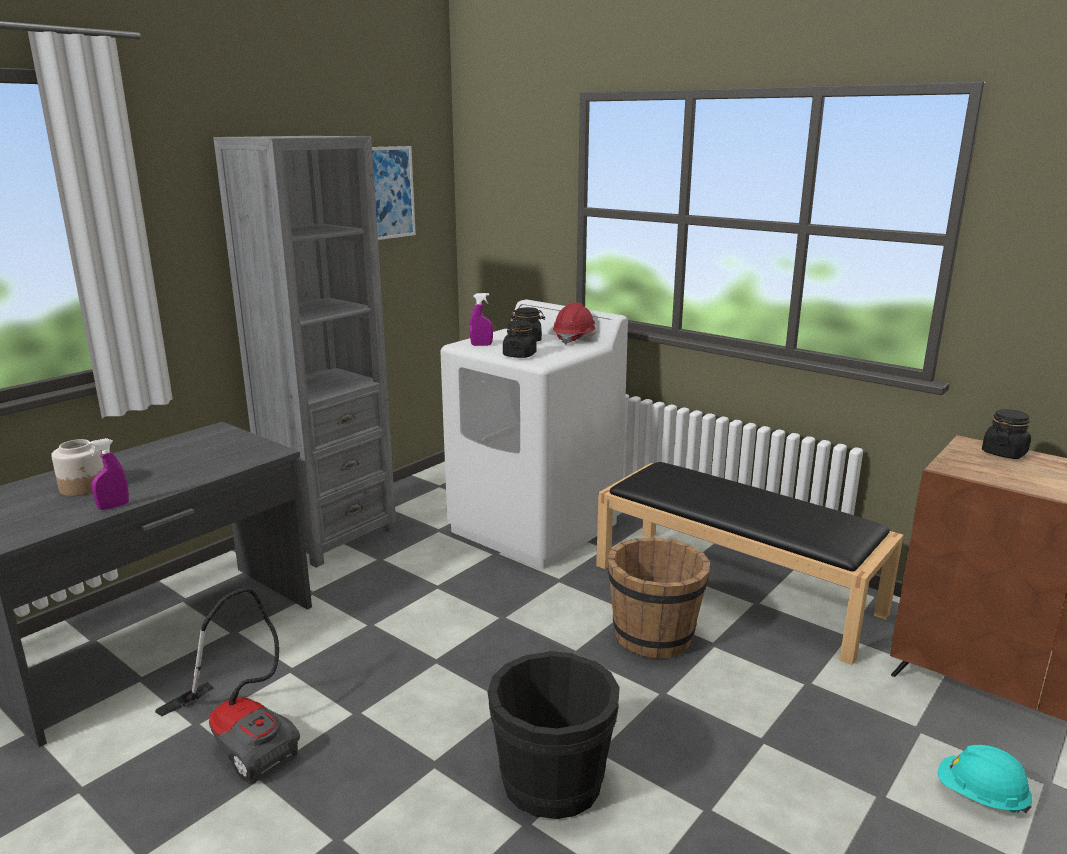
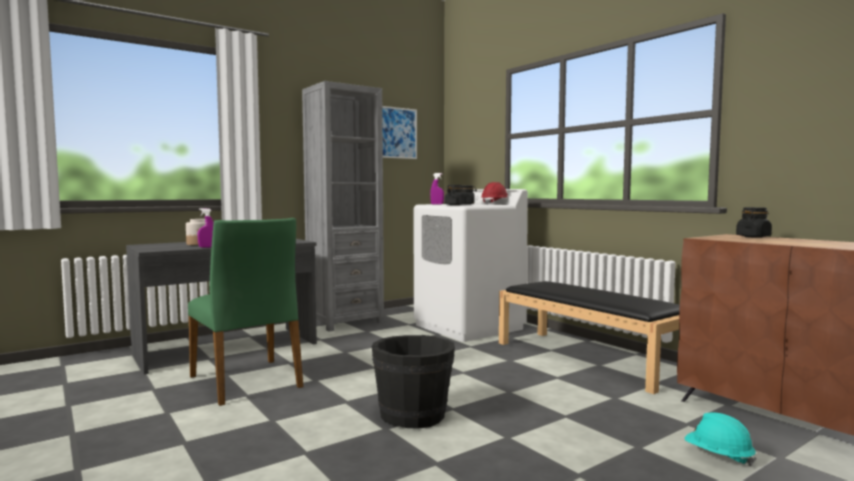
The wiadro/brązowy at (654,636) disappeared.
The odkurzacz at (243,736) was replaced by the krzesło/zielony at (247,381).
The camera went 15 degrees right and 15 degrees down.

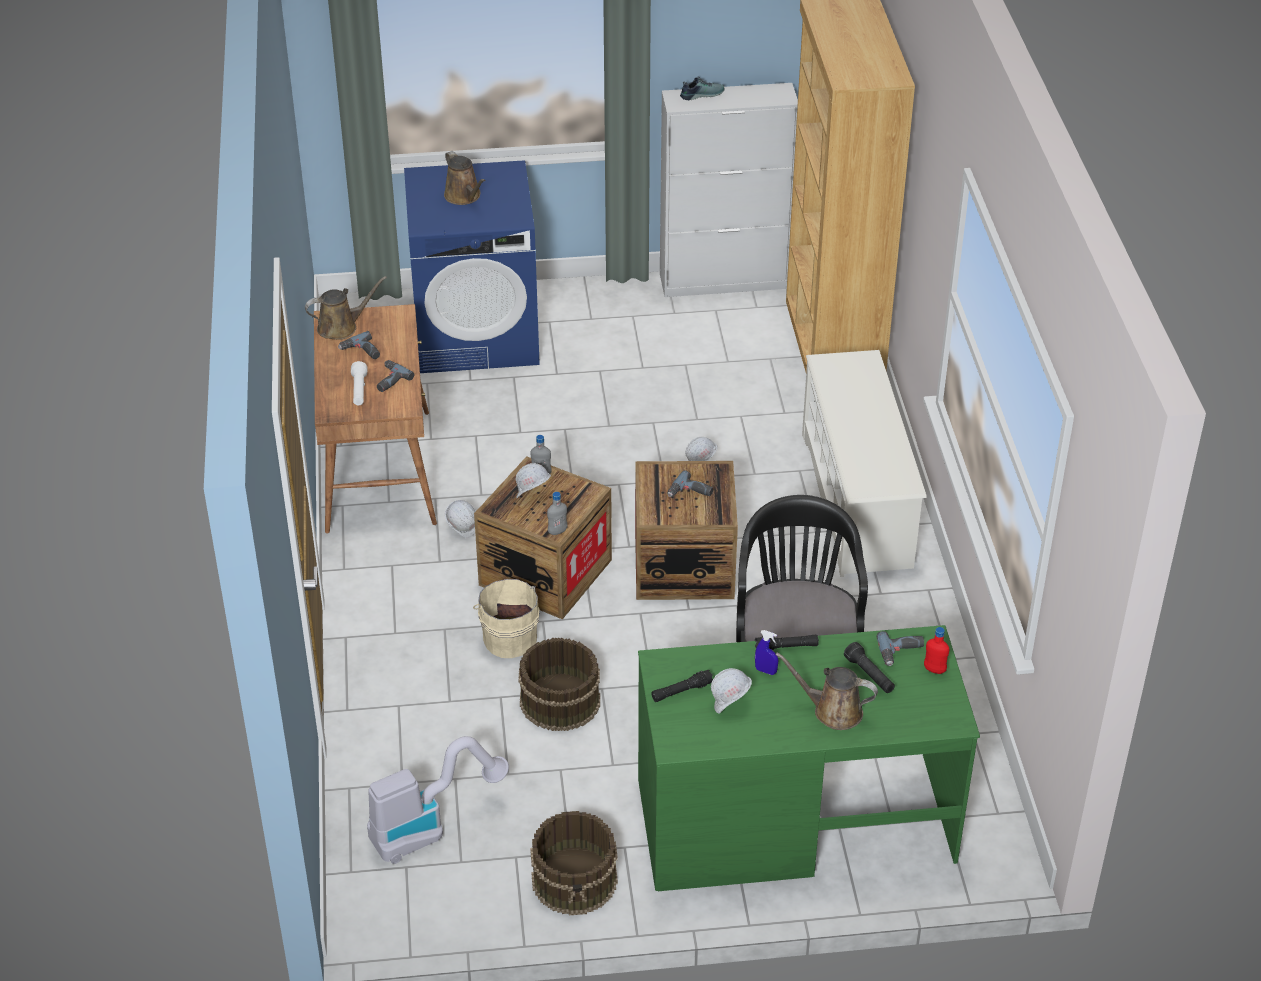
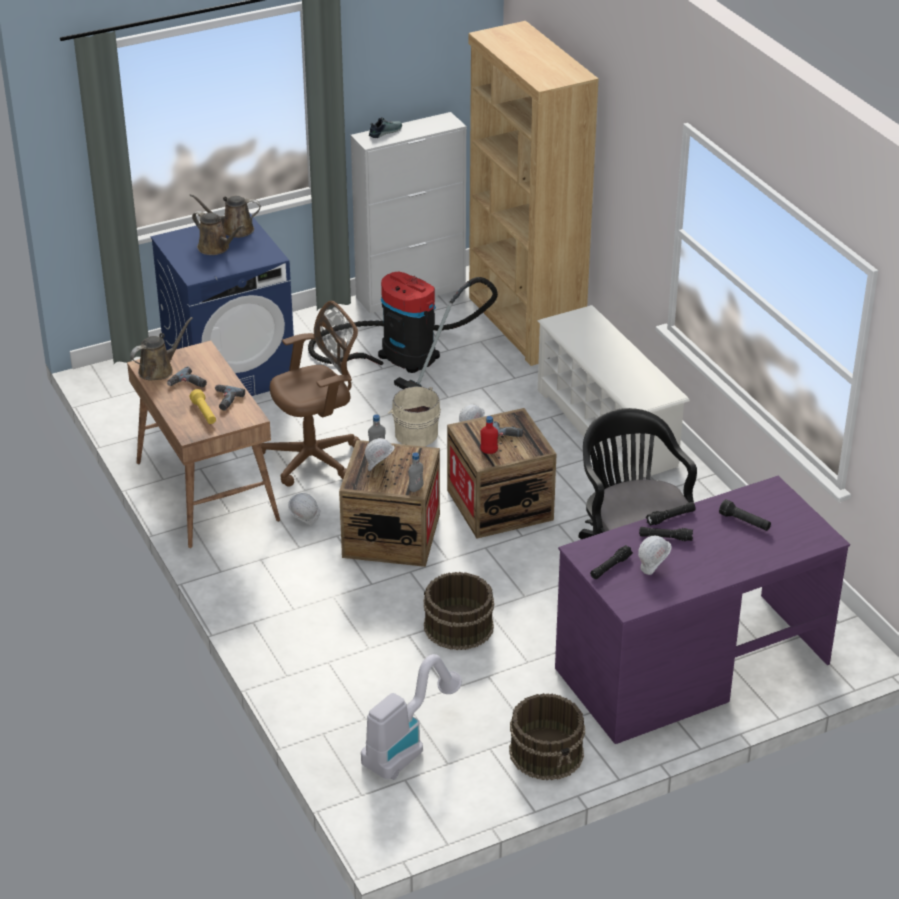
The wiertarka at (901,652) disappeared.
The krzesło biurowe/brązowy at (315,457) appeared.
The odkurzacz at (402,355) appeared.
The wiadro/beżowy moved from (509,637) to (415,434).
The konewka/brązowy moved from (833,711) to (234,230).
The butelka/czerwony moved from (934,670) to (489,452).
The spryskiwacz/niebieski at (765,671) was replaced by the latarka/czarny at (665,538).
The latarka/biały at (359,390) became the latarka/żółty at (204,413).
The biurko/zielony at (794,820) became the biurko/fioletowy at (691,665).
The camera went 20 degrees left and 5 degrees down.

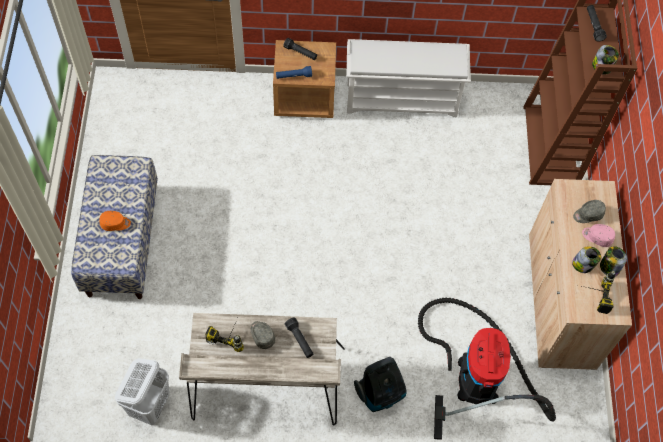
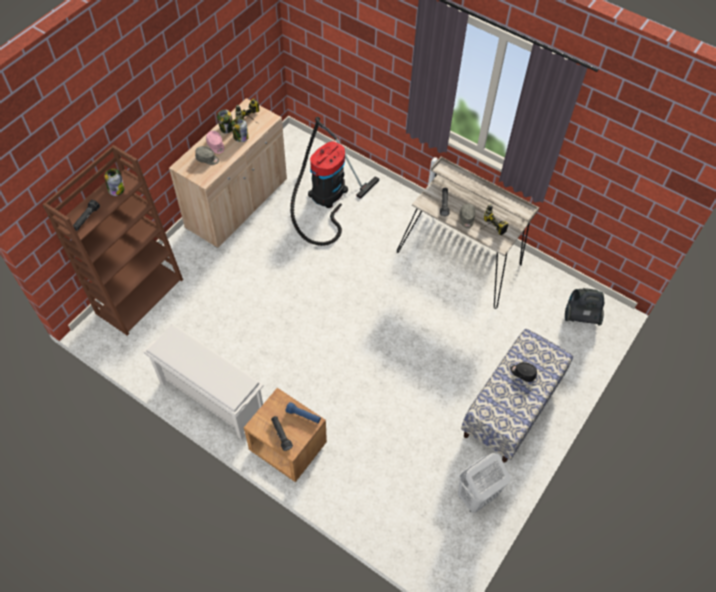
The kosz na pranie/biały moved from (150,405) to (476,496).
The odkurzacz moved from (381,394) to (580,316).
The czapka z daszkiem/pomarańczowy at (115,223) became the czapka z daszkiem/czarny at (522,373).
The camera went 145 degrees left and 5 degrees down.

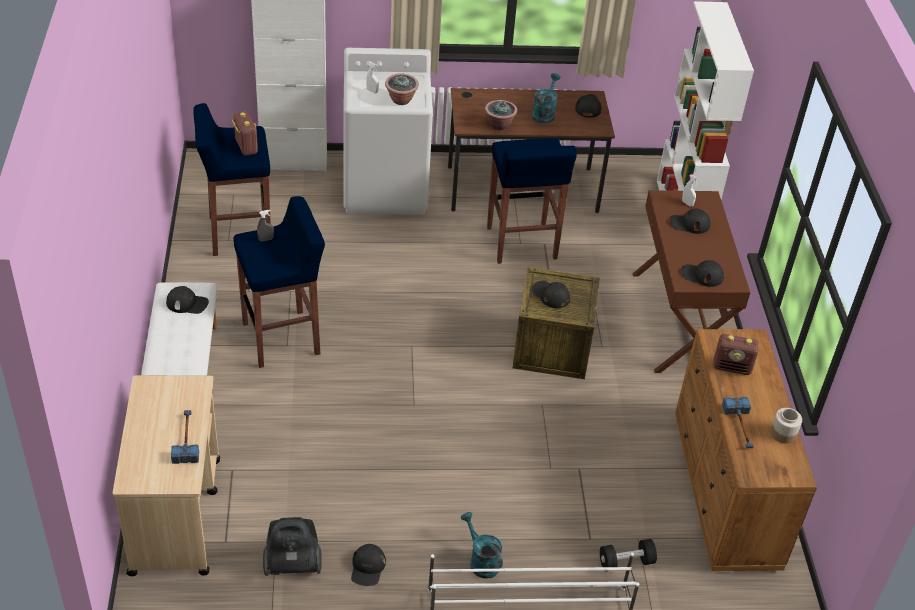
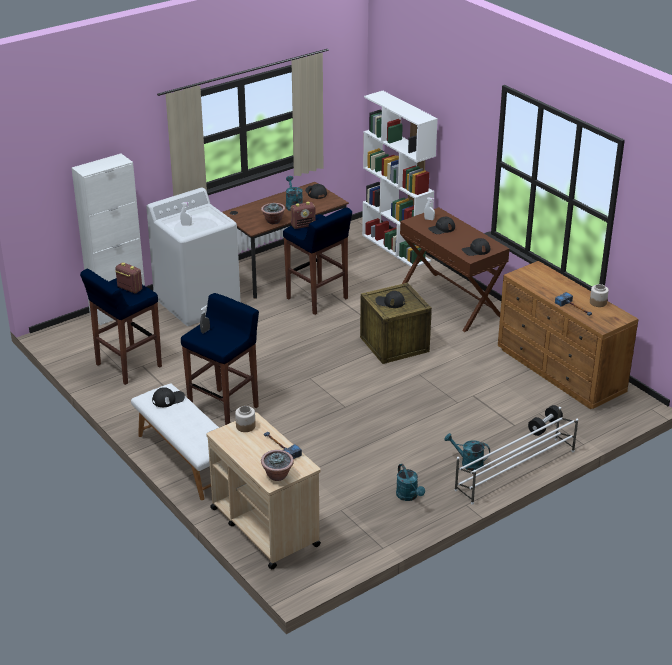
The odkurzacz at (292,564) disappeared.
The słoik at (245,426) appeared.
The roślina doniczkowa moved from (401,100) to (277,475).
The radio moved from (732,367) to (303,225).
The czapka z daszkiem/czarny at (367,567) was replaced by the konewka/turkusowy at (409,496).
The camera went 30 degrees left and 10 degrees down.

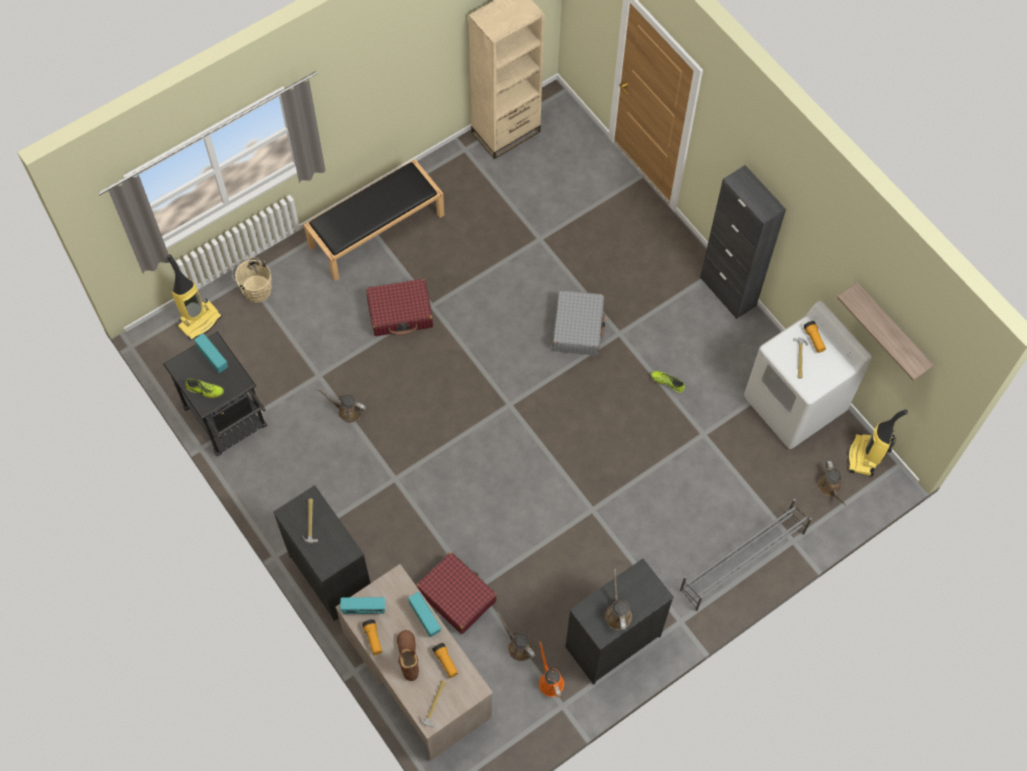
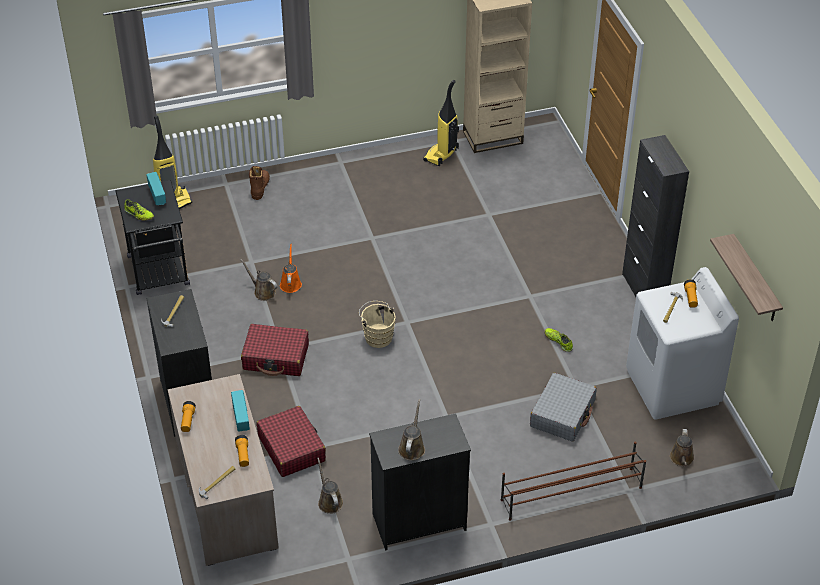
The ławka/czarny at (377,229) disappeared.
The radio at (364,609) disappeared.
The wiadro/beżowy moved from (255,289) to (377,336).
The walizka/czerwony moved from (400,313) to (276,357).
The but z cholewką/brązowy moved from (408,656) to (260,187).
The konewka/pomarańczowy moved from (550,681) to (290,283).
The walizka/szary moved from (578,327) to (562,414).
The odkurzacz moved from (864,456) to (441,155).
The regał na buty/szary at (741,561) became the regał na buty/brązowy at (570,493).
The camera went 20 degrees right and 20 degrees down.

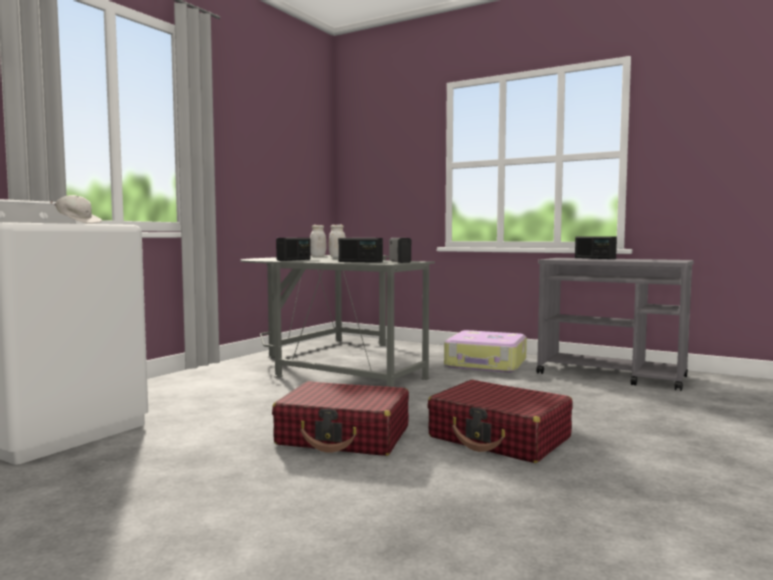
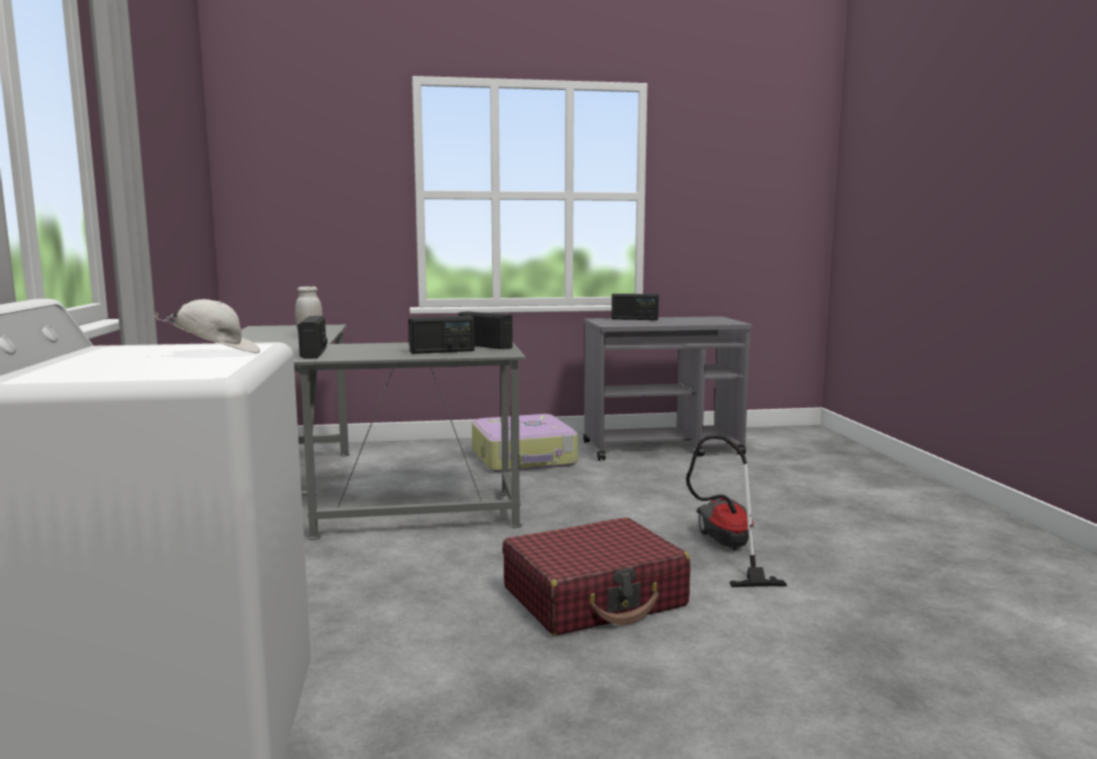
The słoik/biały at (318,256) disappeared.
The walizka/czerwony at (500,438) was replaced by the odkurzacz at (727,549).
The camera went 40 degrees left and 5 degrees up.

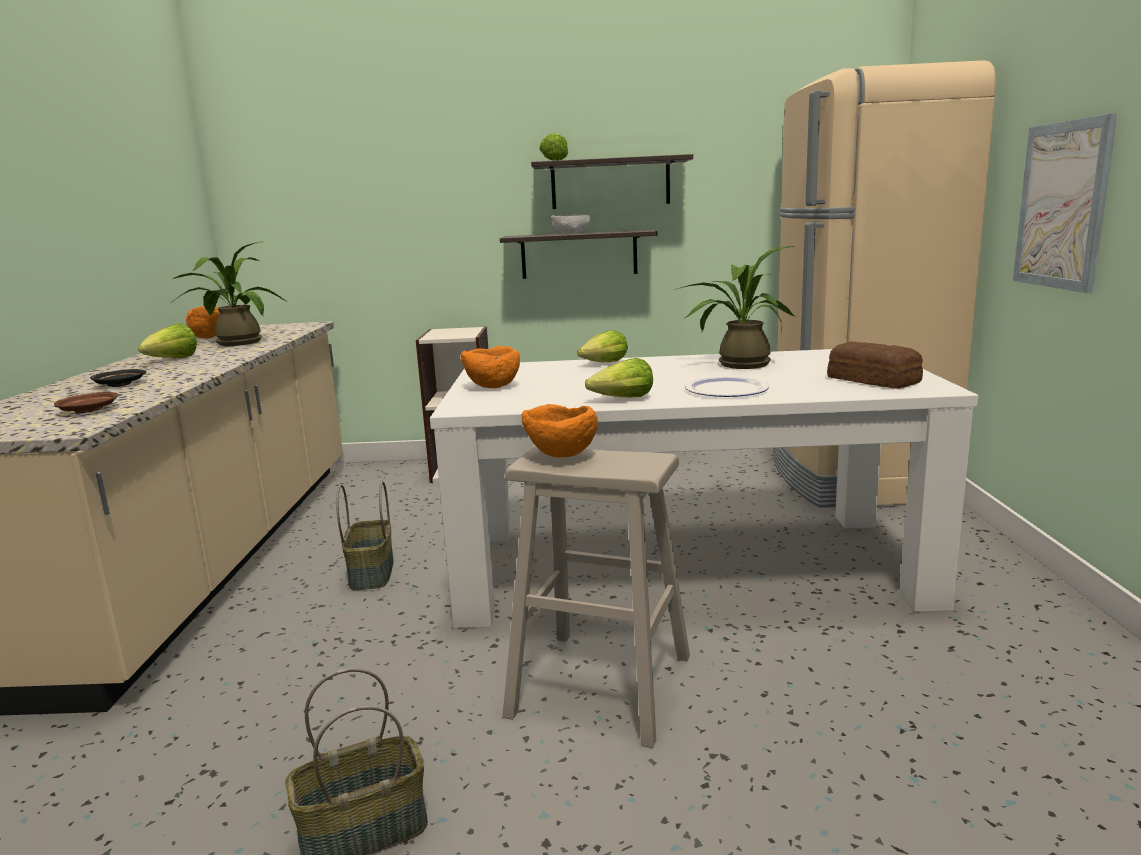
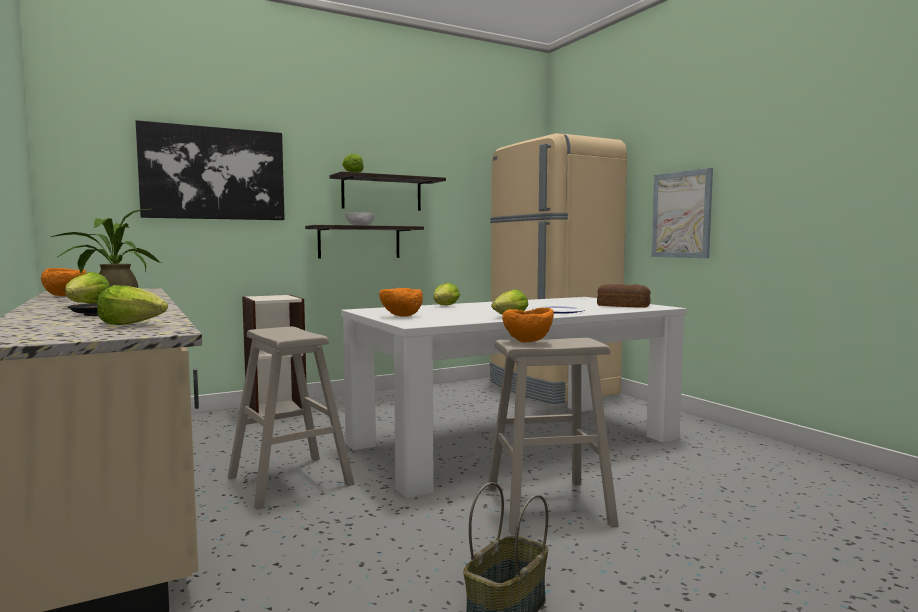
The roślina doniczkowa at (737,364) disappeared.
The obraz at (213,173) appeared.
The talerz/brązowy at (89,410) was replaced by the sałata at (133,324).
The koszyk at (370,573) was replaced by the stołek/beżowy at (289,480).
The camera went 30 degrees left and 10 degrees down.

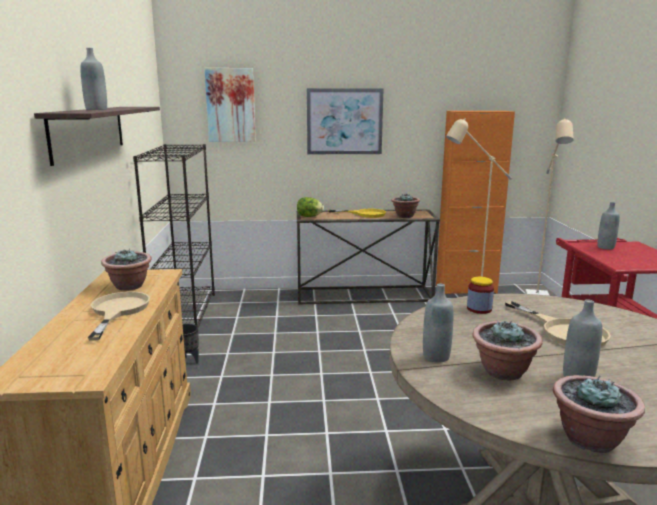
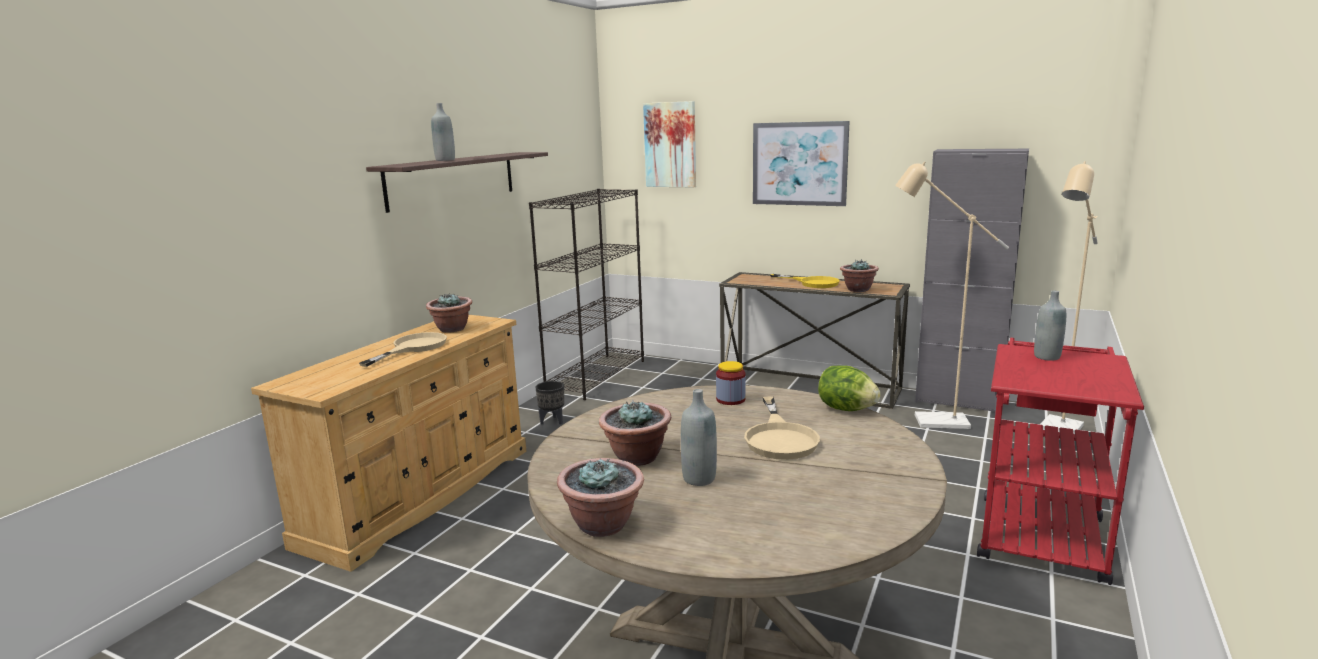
The butelka/szary at (436,357) disappeared.
The sałata moved from (309,217) to (846,409).
The szafka/pomarańczowy at (466,289) became the szafka/szary at (958,401).
The camera went 30 degrees right and 0 degrees up.

